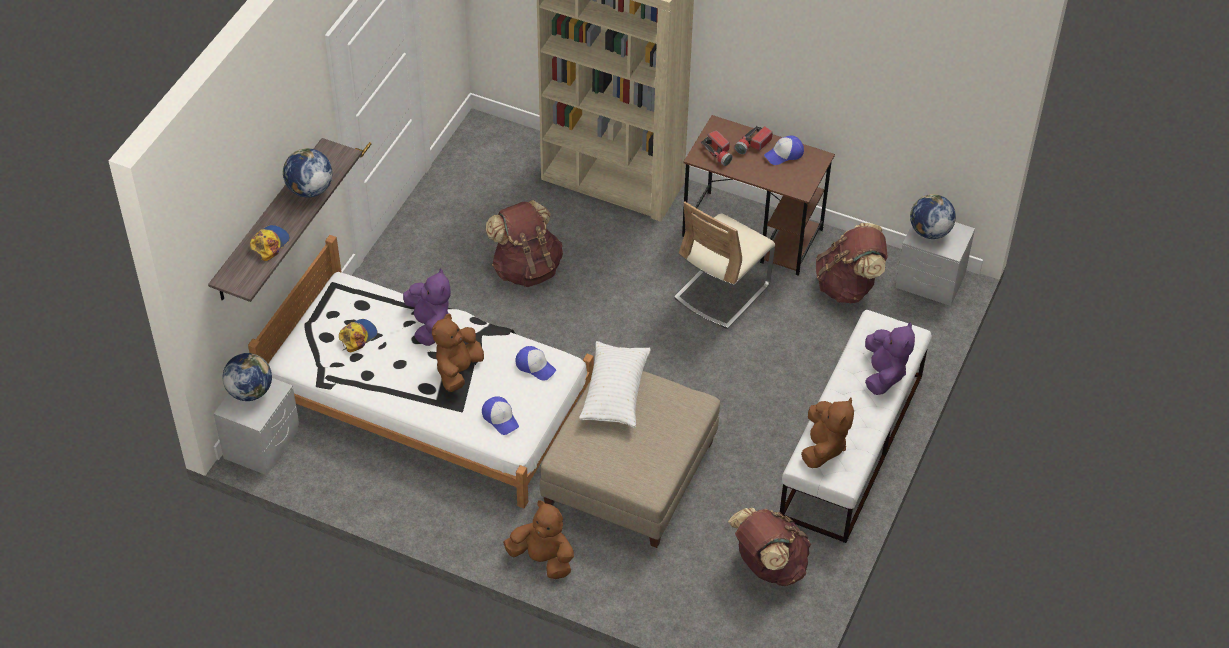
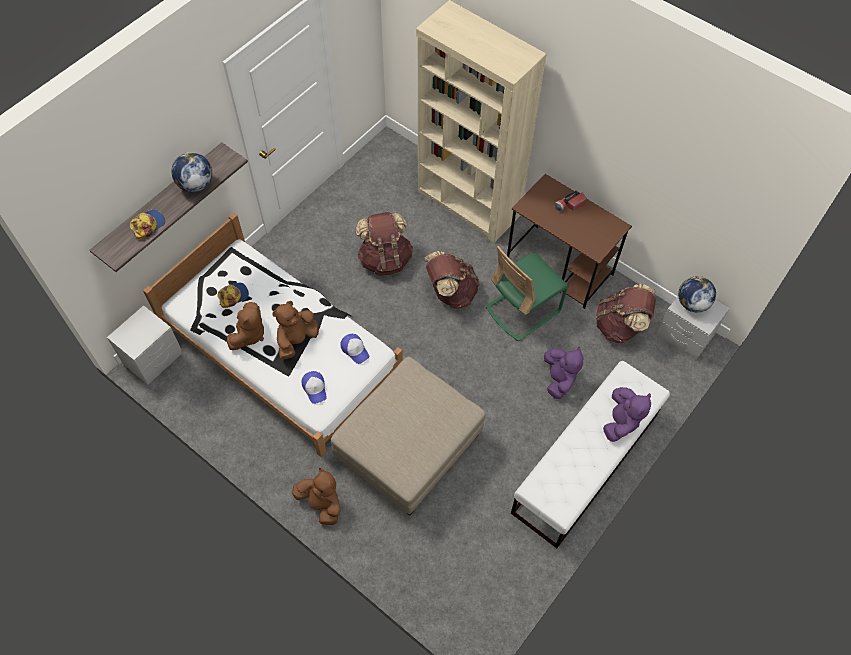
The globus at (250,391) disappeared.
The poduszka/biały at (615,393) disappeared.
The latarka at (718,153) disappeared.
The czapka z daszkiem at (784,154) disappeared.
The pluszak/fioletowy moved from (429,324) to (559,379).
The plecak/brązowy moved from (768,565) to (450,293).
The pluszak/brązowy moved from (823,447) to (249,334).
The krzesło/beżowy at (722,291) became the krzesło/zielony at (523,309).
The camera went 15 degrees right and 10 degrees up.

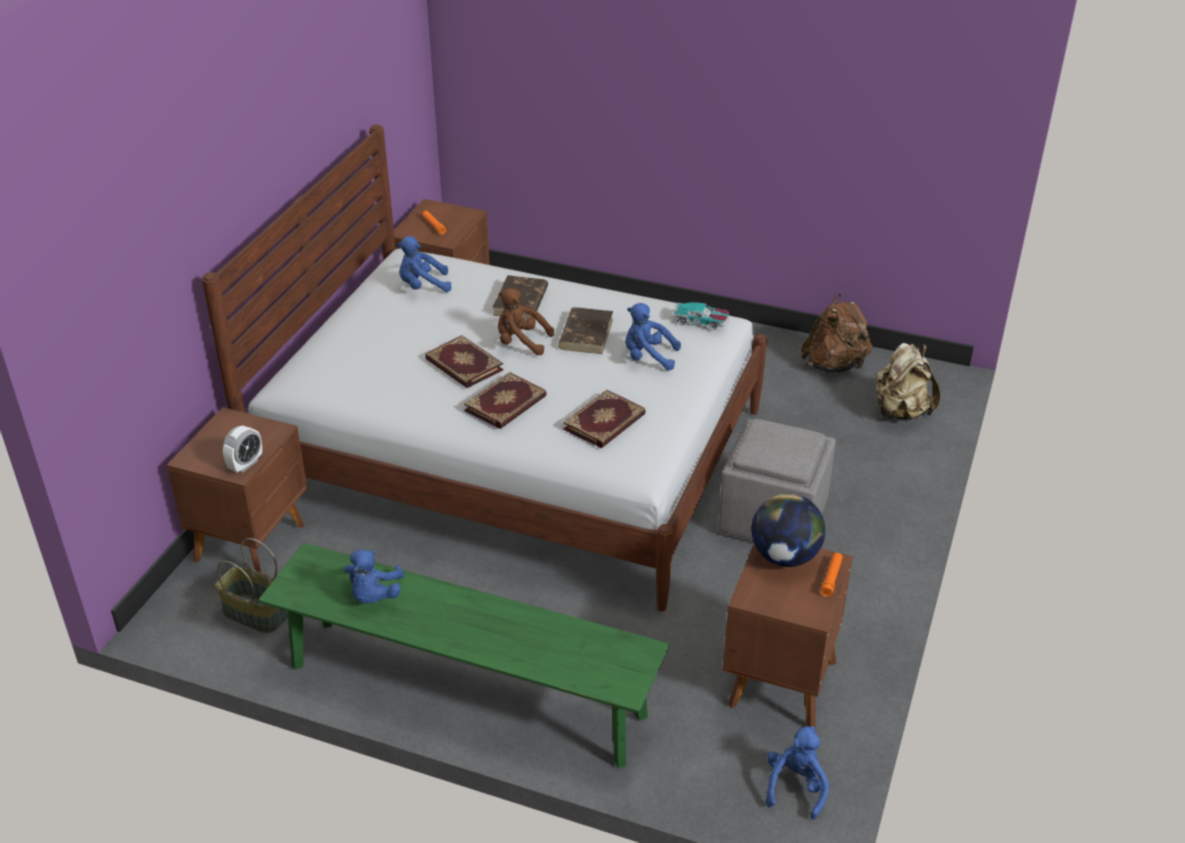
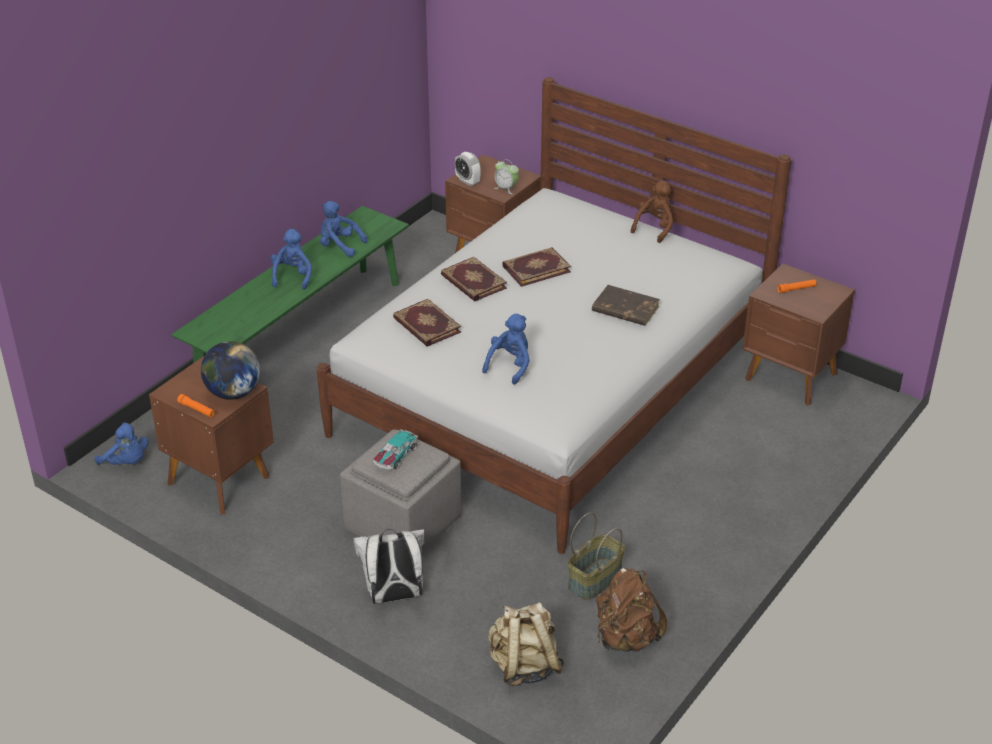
The książka/brązowy at (586,333) disappeared.
The plecak/biały at (394,596) appeared.
The budzik at (506,188) appeared.
The koszyk moved from (254,614) to (594,579).
The pluszak/niebieski moved from (422,286) to (292,276).
The pluszak/brązowy moved from (521,342) to (654,228).
The samochodzik moved from (701,321) to (395,456).
The camera went 105 degrees right and 0 degrees up.

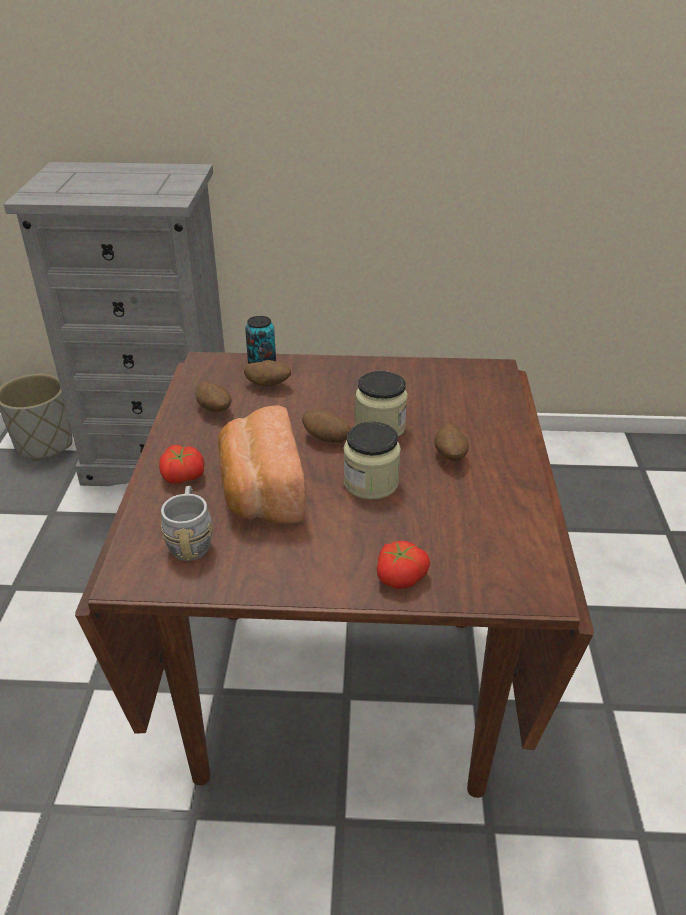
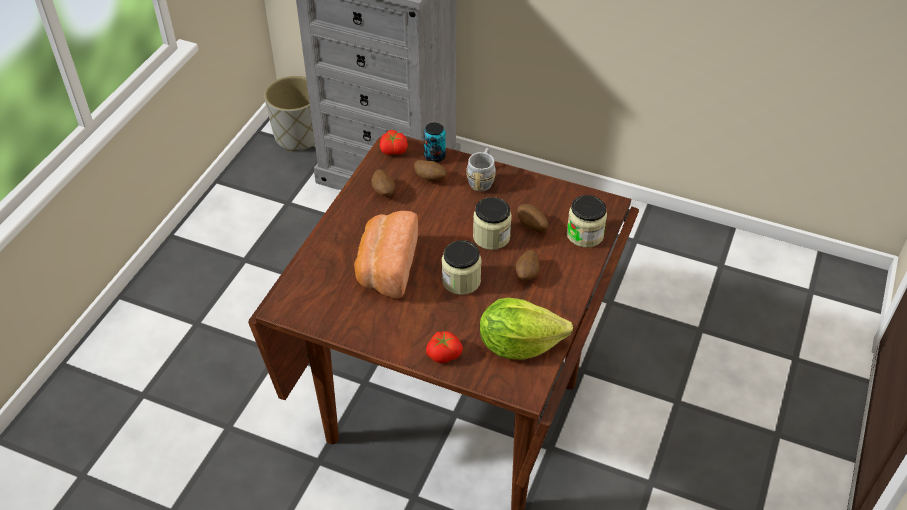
The sałata at (518,344) appeared.
The słoik at (585,234) appeared.
The pomidor moved from (182,477) to (393,150).
The kubek/szary moved from (191,540) to (482,179).
The ziemniak moved from (326,439) to (531,226).
The camera went 20 degrees right and 10 degrees up.

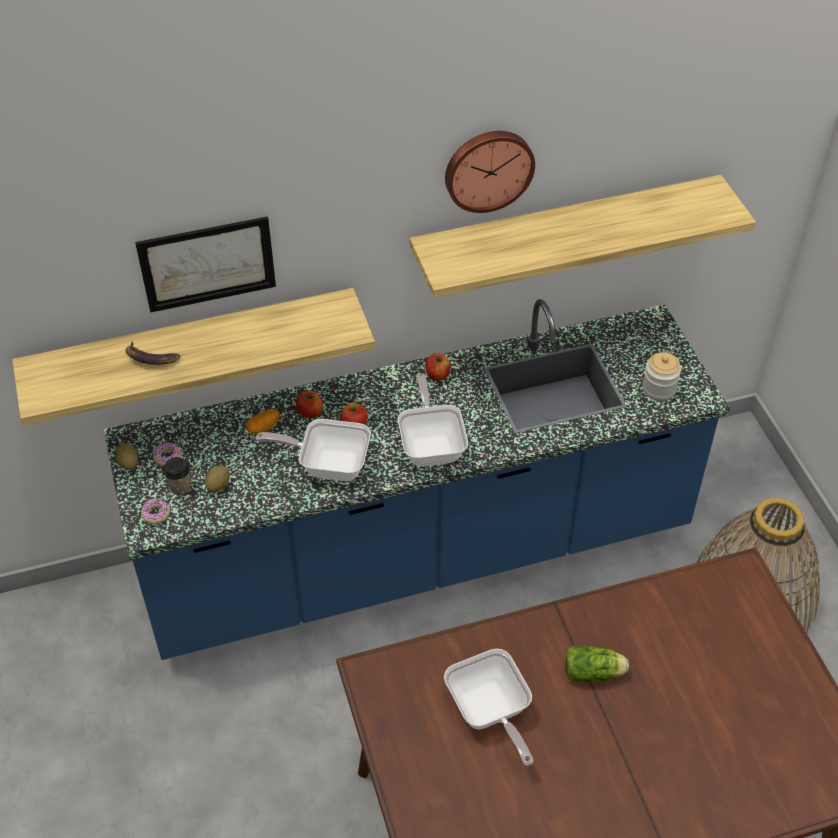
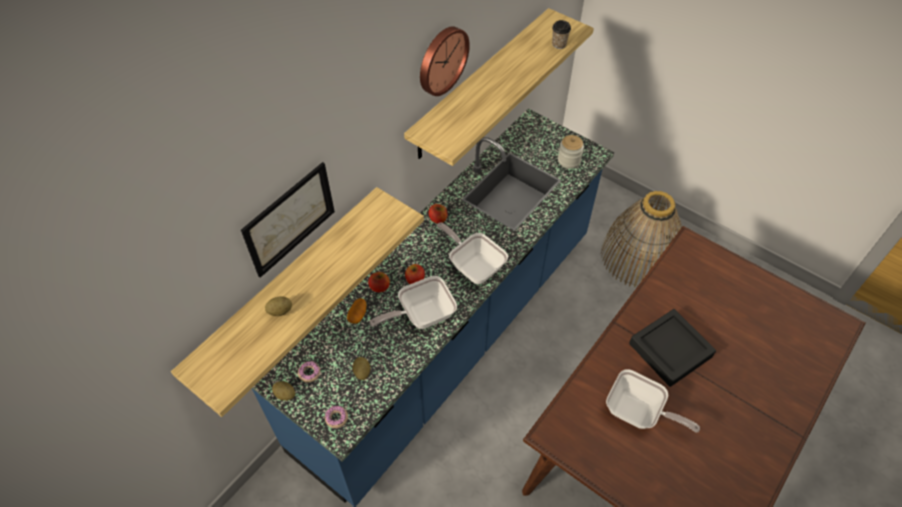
The filiżanka moved from (180,487) to (559,44).
The banan at (150,358) was replaced by the ziemniak at (280,311).
The sałata at (595,673) was replaced by the taca/czarny at (670,350).
The camera went 35 degrees left and 5 degrees up.

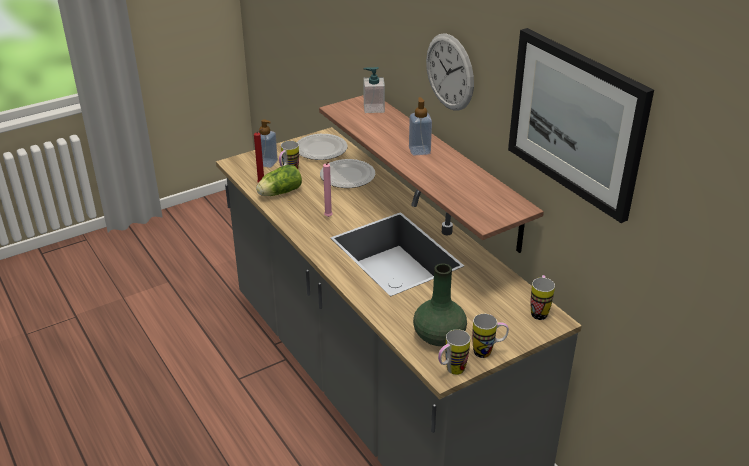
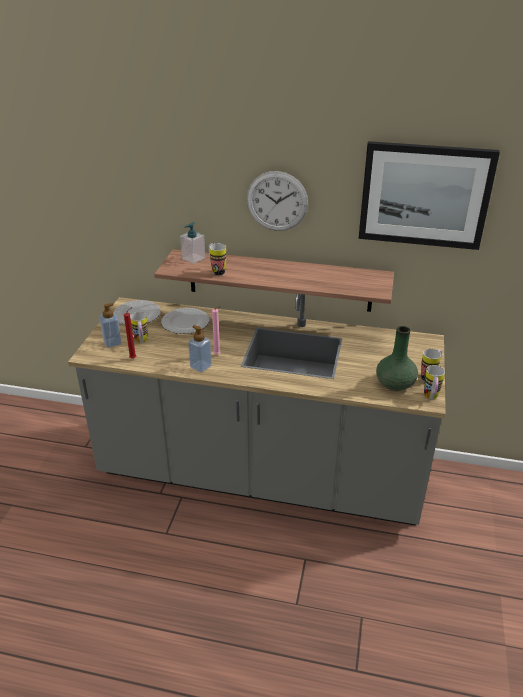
The sałata at (278,193) disappeared.
The dozownik mydła moved from (419,150) to (201,366).
The kubek moved from (539,311) to (216,271).
The camera went 45 degrees left and 0 degrees up.

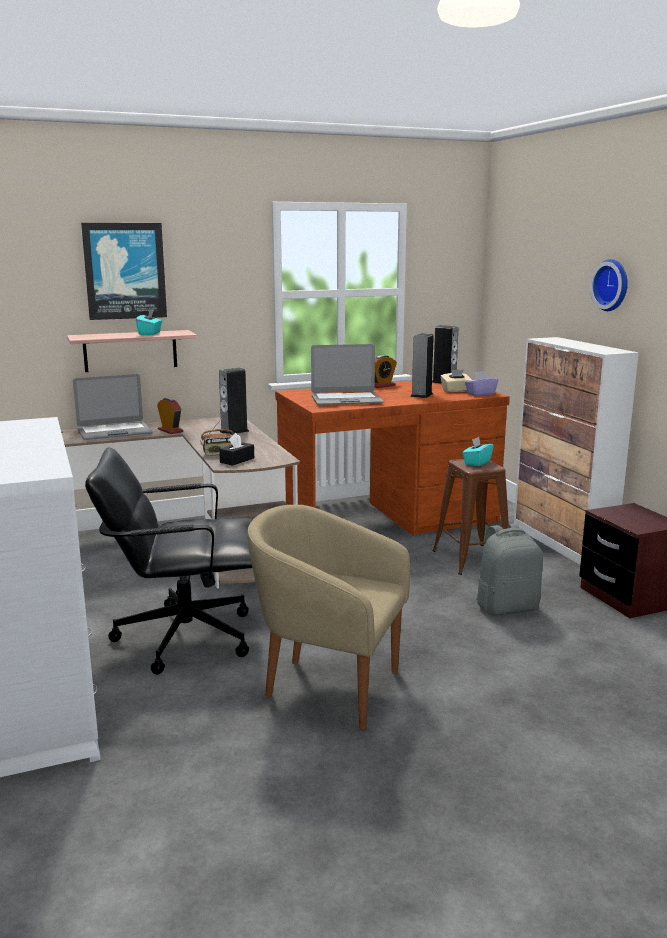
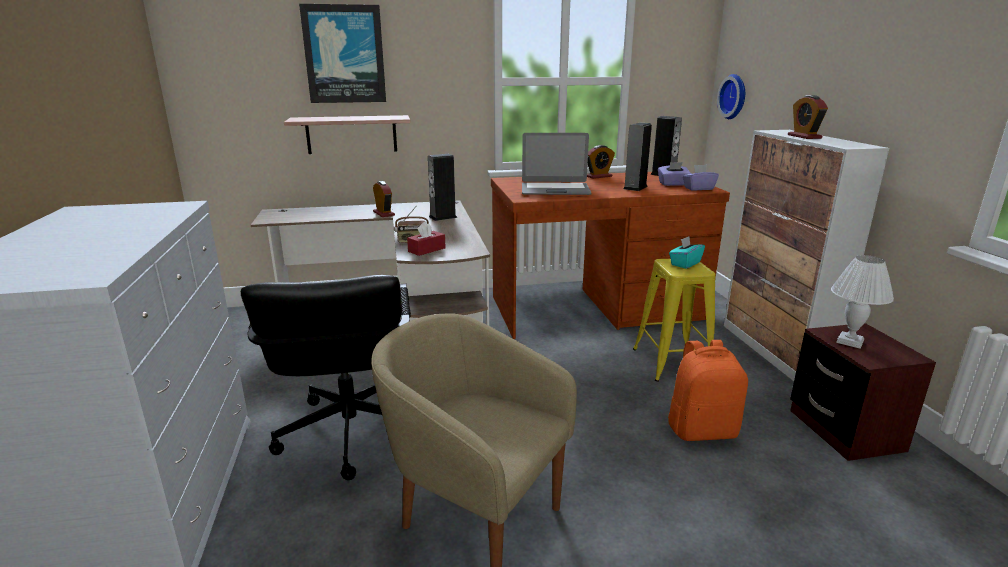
The laptop at (114,432) disappeared.
The pudełko chusteczek/turkusowy at (150,333) disappeared.
The budzik at (804,136) appeared.
The lampa stołowa/biały at (850,342) appeared.
The zegar ścienny moved from (612,285) to (734,96).
The pudełko chusteczek/czarny at (237,460) became the pudełko chusteczek/czerwony at (427,250).
The stołek/brązowy at (471,559) became the stołek/żółty at (672,362).
The pudełko chusteczek/beżowy at (456,390) became the pudełko chusteczek/fioletowy at (673,184).
The plecak/szary at (507,607) became the plecak/pomarańczowy at (702,430).
The krzesło biurowe/czarny at (184,636) turned 105 degrees counterclockwise.
The camera went 10 degrees right and 5 degrees up.

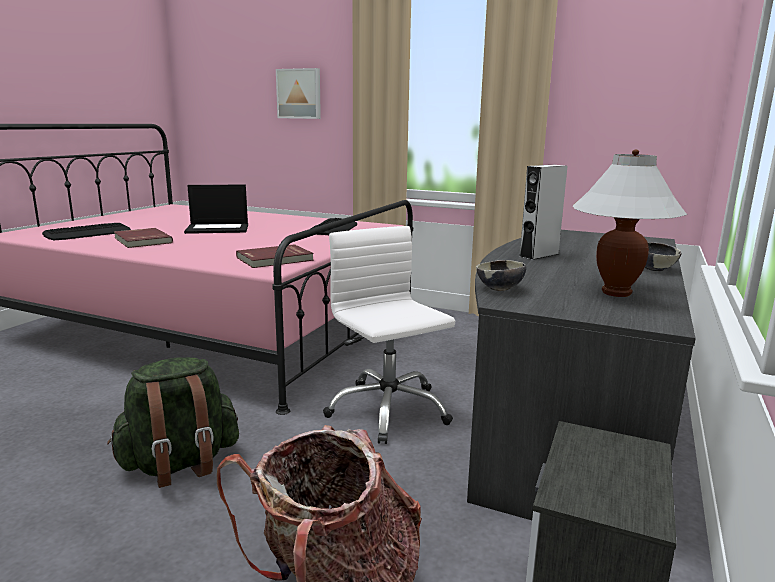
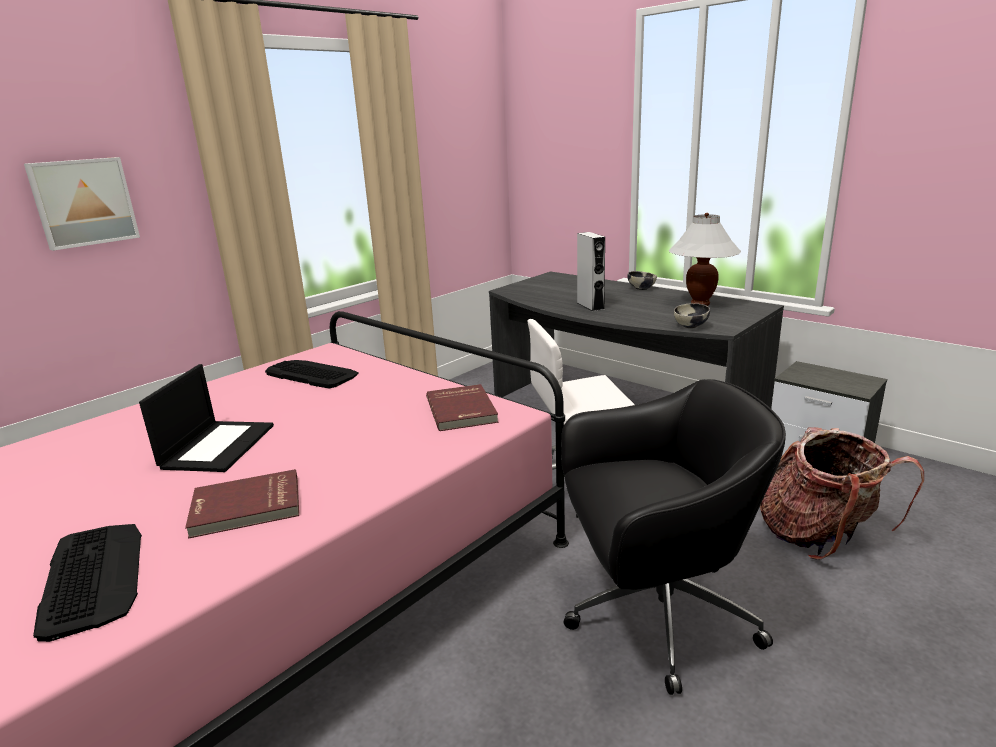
The plecak/zielony at (180,464) was replaced by the krzesło biurowe/czarny at (656,614).
The camera went 70 degrees left and 5 degrees up.

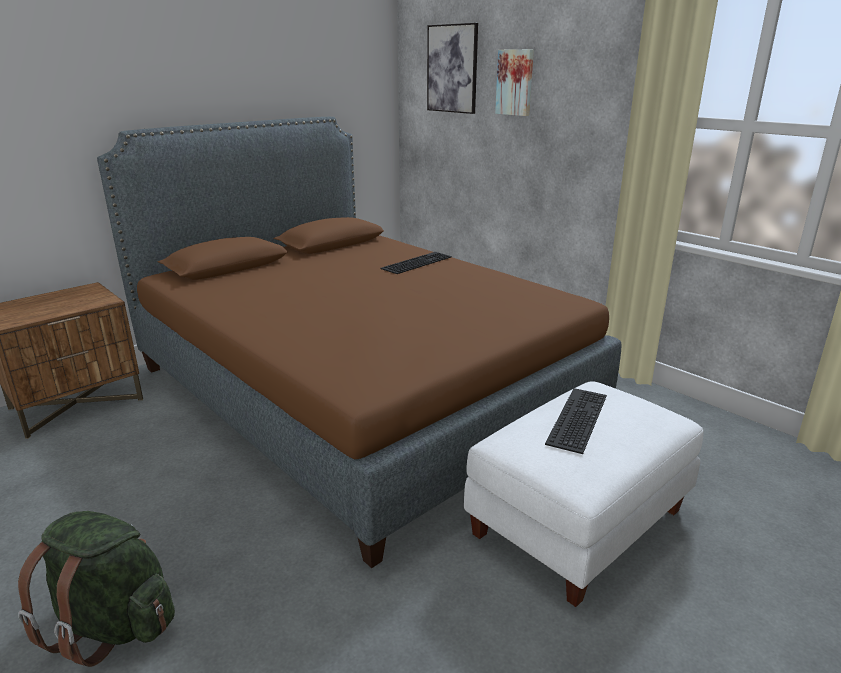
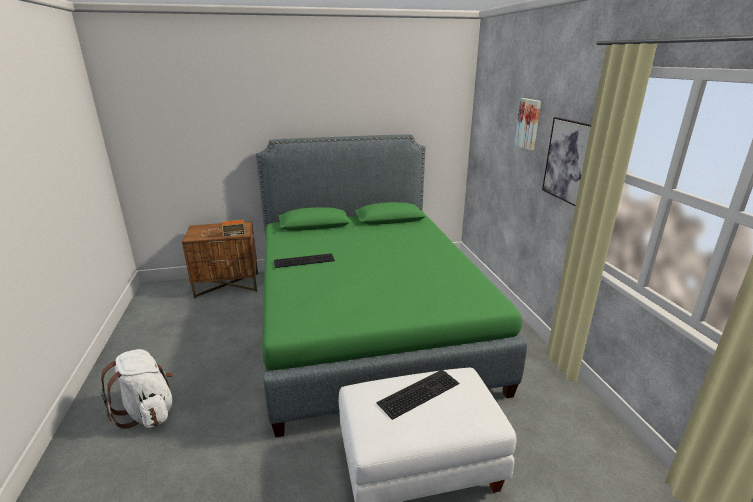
The radio at (222,233) appeared.
The klawiatura moved from (416,262) to (304,260).
The obraz moved from (452,69) to (568,161).
The plecak/zielony at (113,625) became the plecak/biały at (148,412).
The łóżko/brązowy at (357,391) became the łóżko/zielony at (366,321).
The camera went 30 degrees right and 0 degrees up.

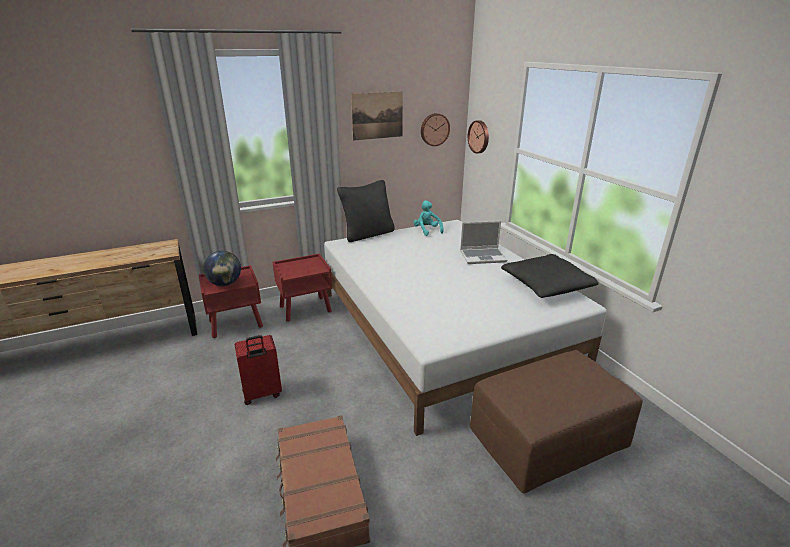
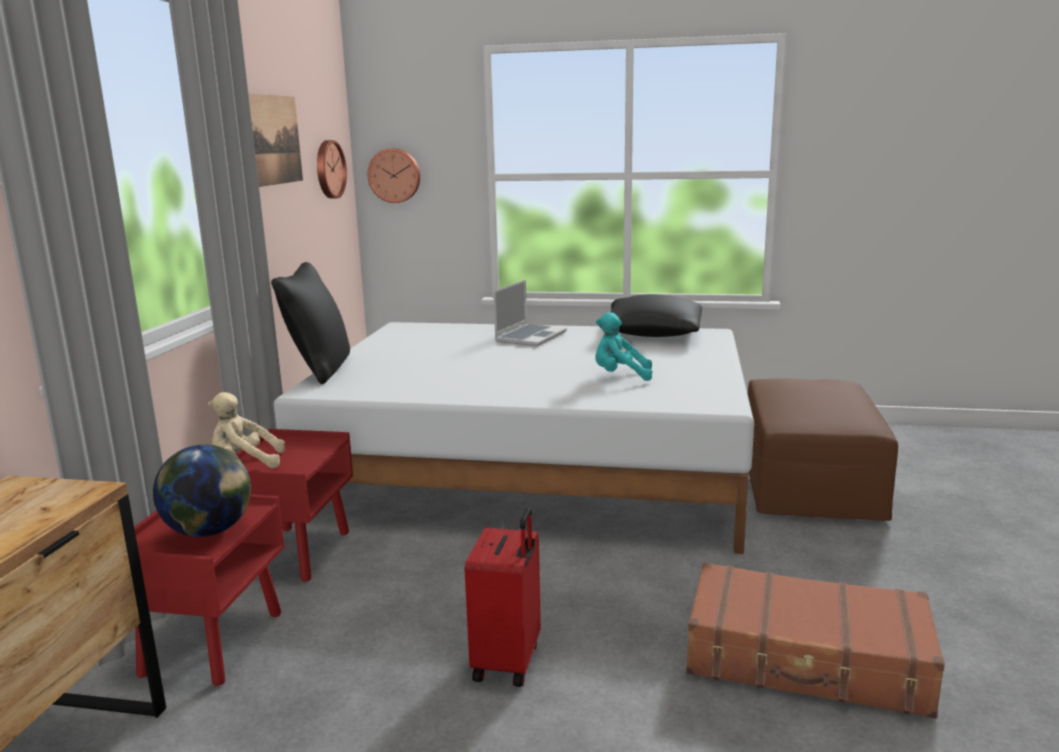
The pluszak/beżowy at (245,464) appeared.
The pluszak/turkusowy moved from (427,230) to (620,376).
The camera went 55 degrees left and 10 degrees down.

